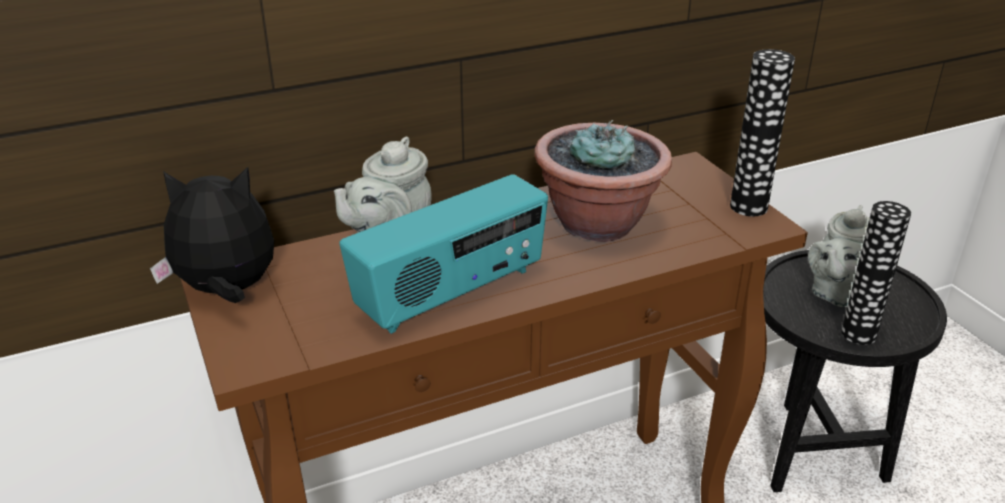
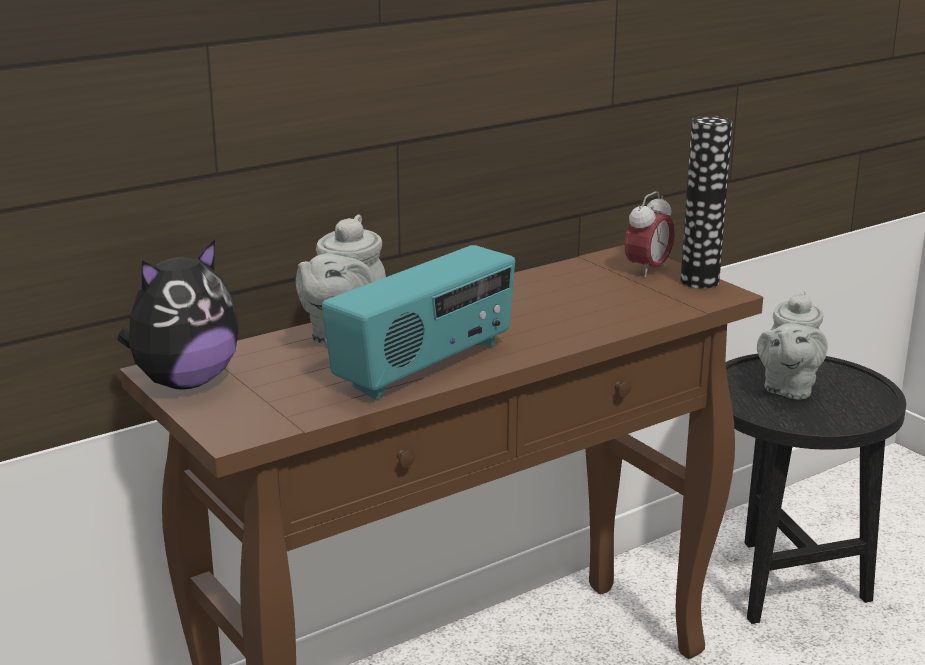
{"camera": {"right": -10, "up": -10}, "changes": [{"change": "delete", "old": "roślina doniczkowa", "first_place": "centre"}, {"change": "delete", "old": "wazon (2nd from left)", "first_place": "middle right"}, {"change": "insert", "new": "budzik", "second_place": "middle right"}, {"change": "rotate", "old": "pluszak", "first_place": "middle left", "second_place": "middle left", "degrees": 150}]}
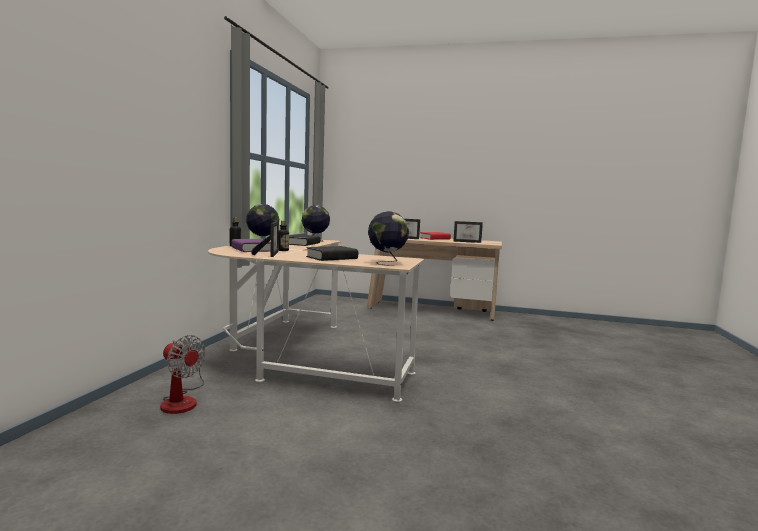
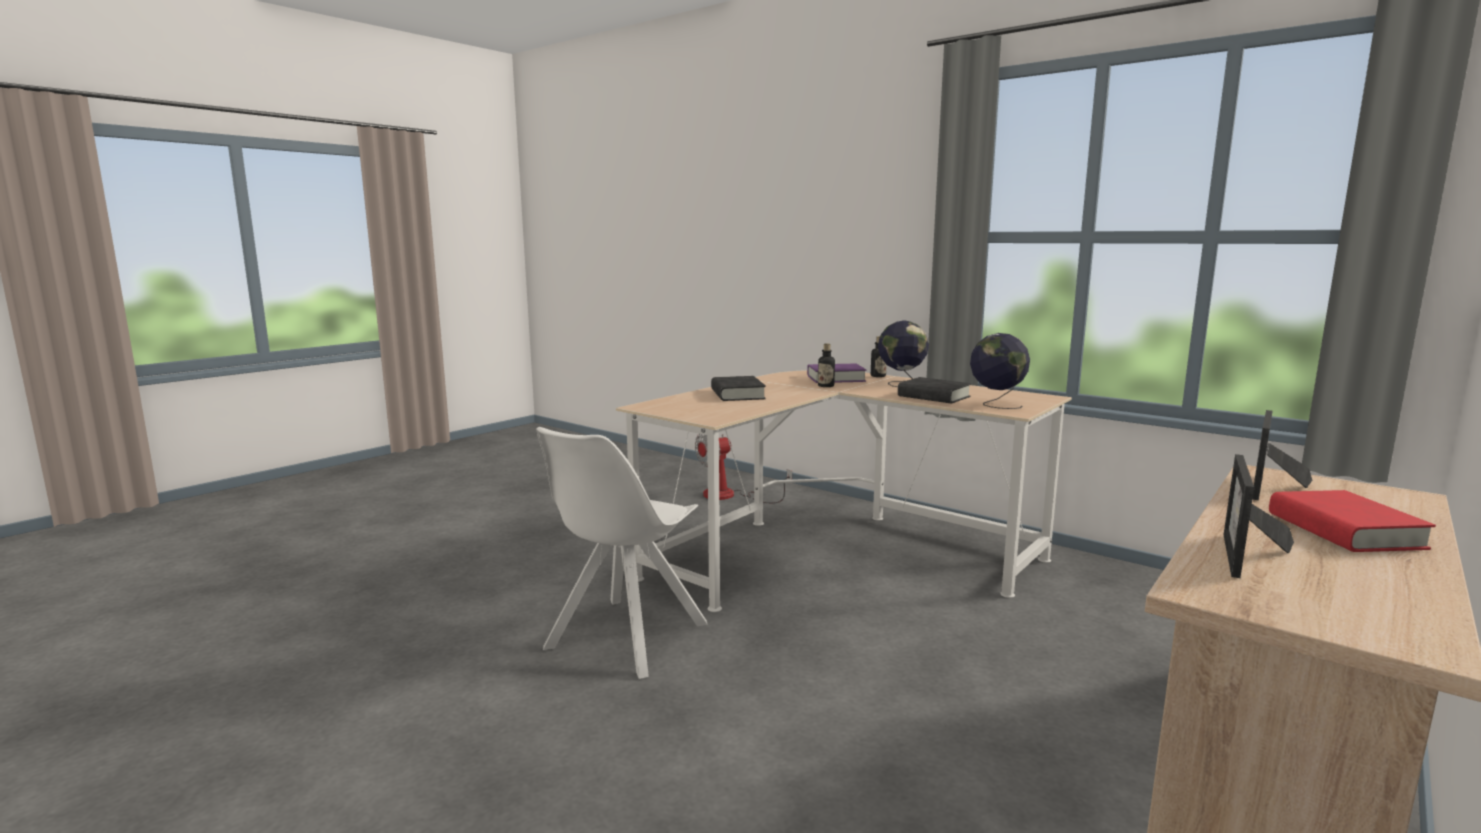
{"camera": {"right": 115, "up": 5}, "changes": [{"change": "delete", "old": "ramka na zdjęcie (1st from left)", "first_place": "centre"}, {"change": "delete", "old": "globus (3rd from left)", "first_place": "centre"}, {"change": "insert", "new": "krzesło/biały", "second_place": "centre"}]}
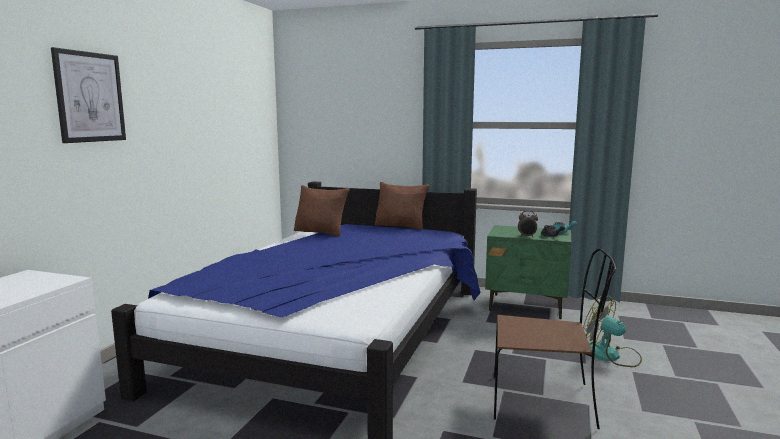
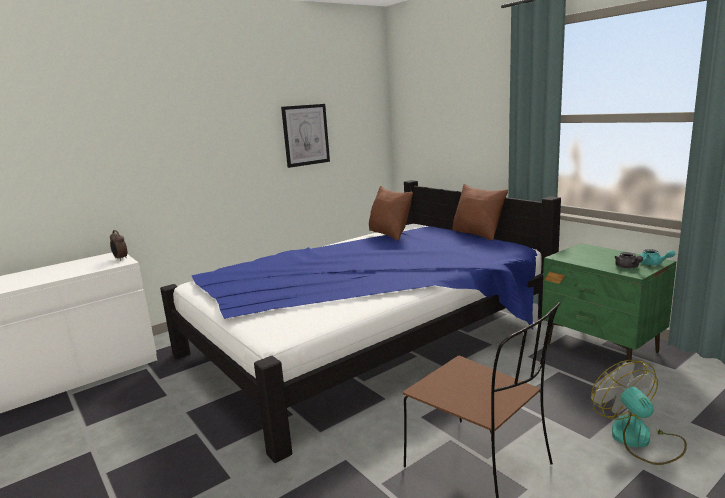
{"camera": {"right": 35, "up": 5}, "changes": [{"change": "move", "old": "obraz", "first_place": "top left", "second_place": "top centre"}, {"change": "move", "old": "budzik", "first_place": "middle right", "second_place": "middle left"}]}
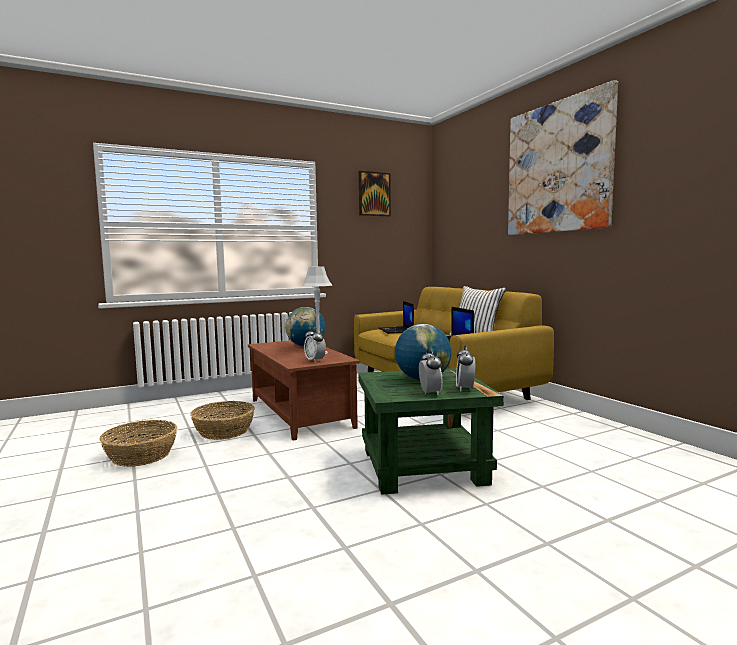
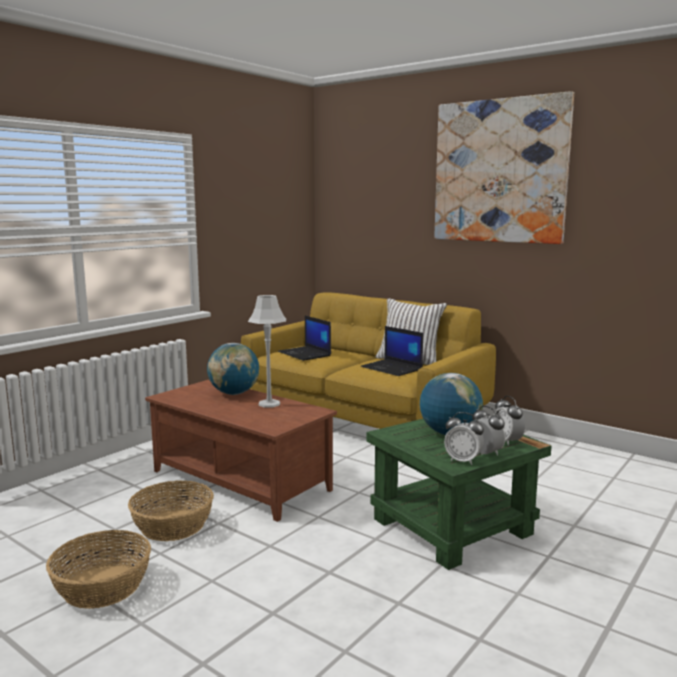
{"camera": {"right": -25, "up": 5}, "changes": [{"change": "delete", "old": "obraz (1st from left)", "first_place": "top centre"}, {"change": "move", "old": "budzik (1st from left)", "first_place": "centre", "second_place": "middle right"}]}
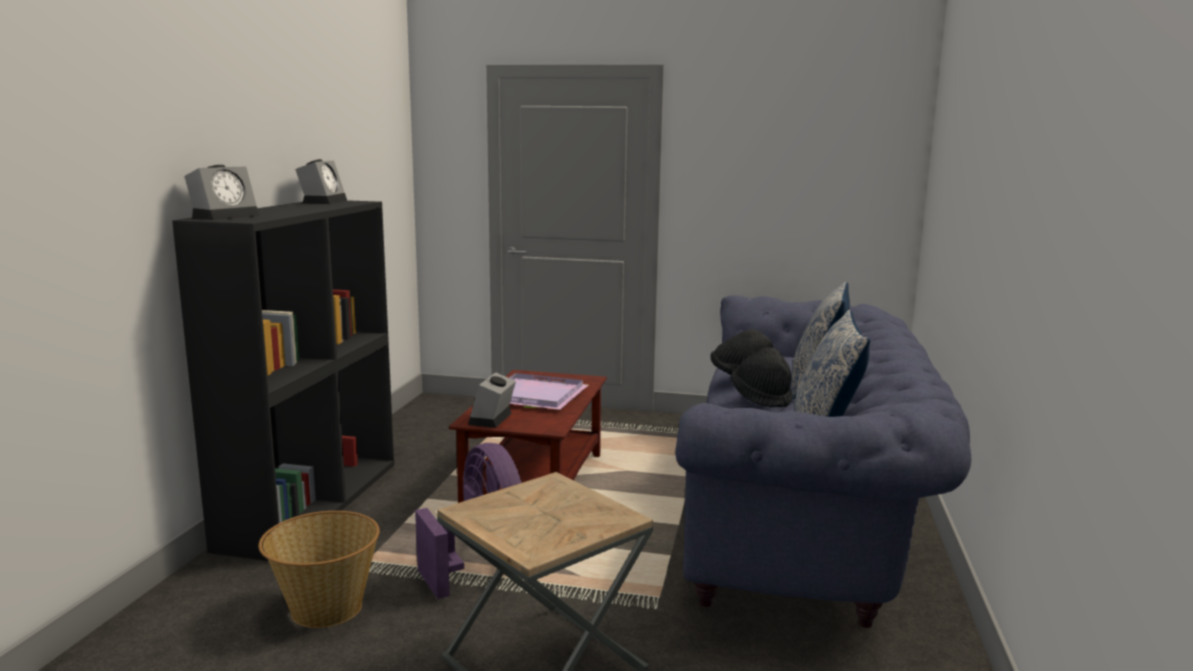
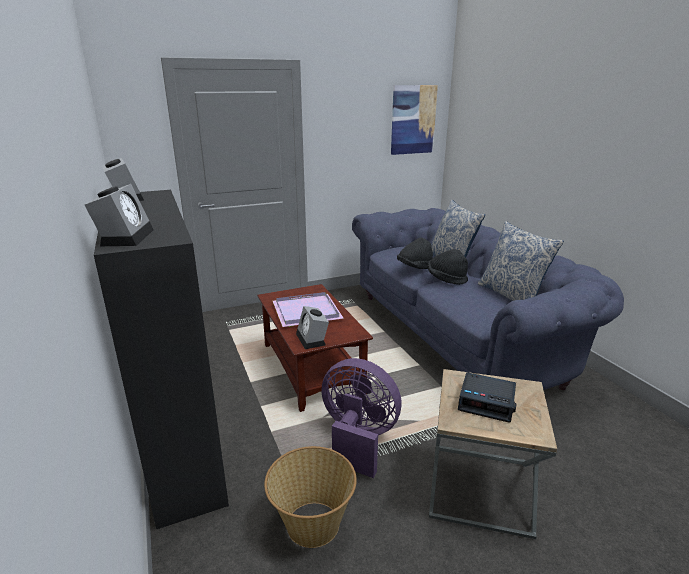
{"camera": {"right": -35, "up": 10}, "changes": [{"change": "insert", "new": "obraz", "second_place": "top centre"}, {"change": "insert", "new": "budzik (4th from left)", "second_place": "bottom right"}]}
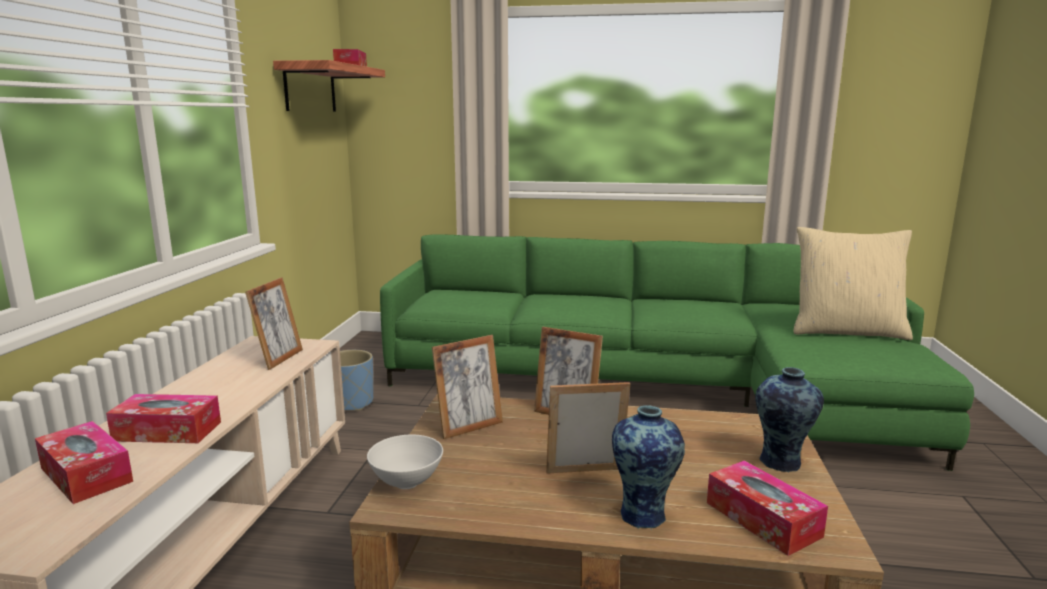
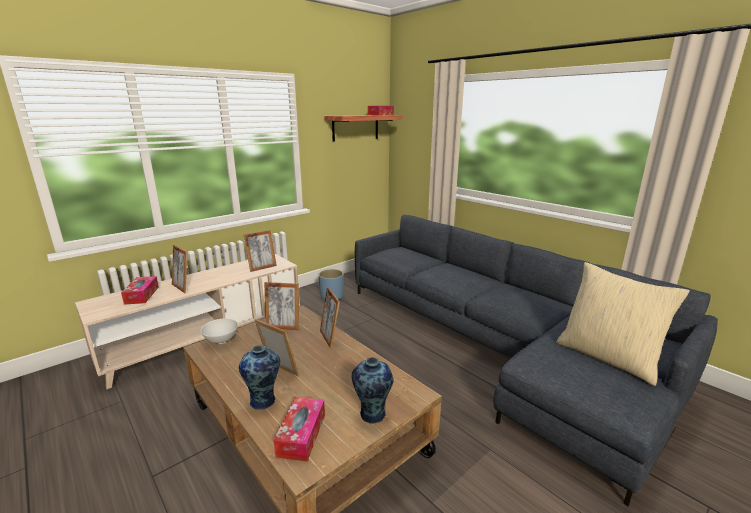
{"camera": {"right": 40, "up": 5}, "changes": [{"change": "replace", "old": "pudełko chusteczek (2nd from left)", "new": "ramka na zdjęcie (1st from left)", "first_place": "bottom left", "second_place": "middle left"}, {"change": "recolor", "old": "kanapa/zielony", "new": "kanapa/szary", "first_place": "centre", "second_place": "bottom right"}]}
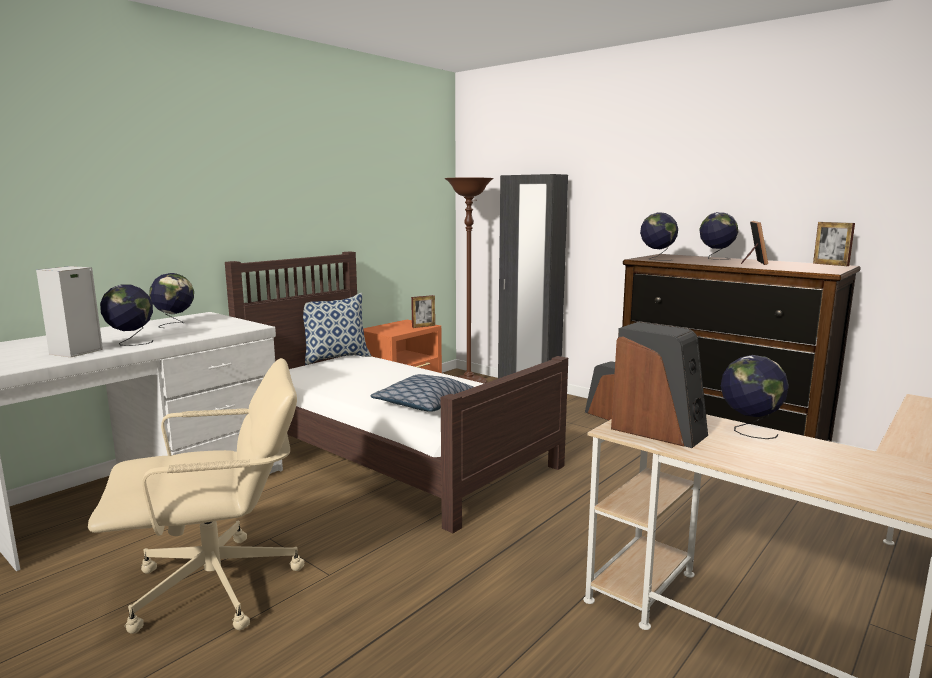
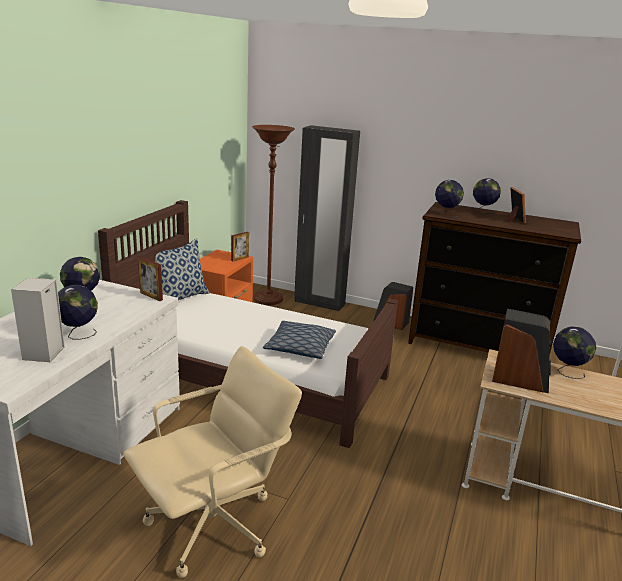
{"camera": {"right": -20, "up": 10}, "changes": [{"change": "move", "old": "ramka na zdjęcie (3rd from left in the first image)", "new": "ramka na zdjęcie (1st from left)", "first_place": "middle right", "second_place": "middle left"}]}
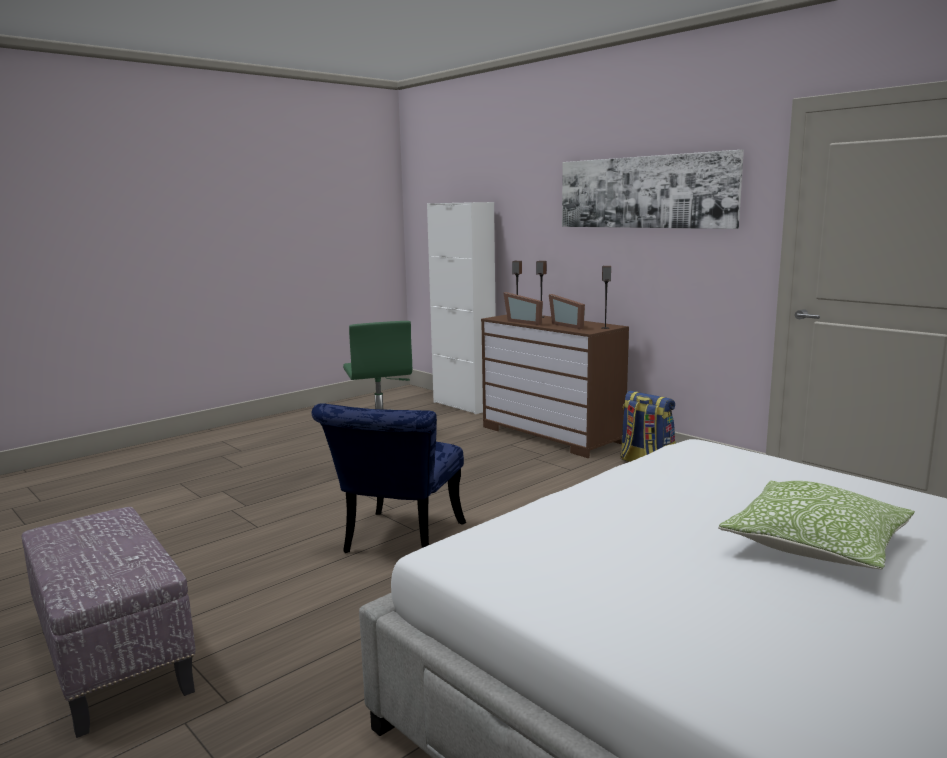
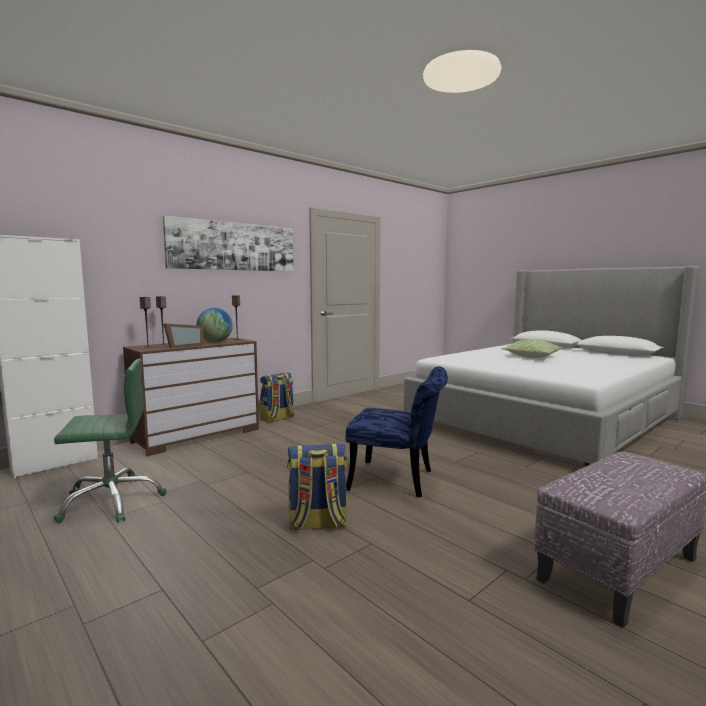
{"camera": {"right": -90, "up": -5}, "changes": [{"change": "insert", "new": "plecak (2nd from left)", "second_place": "bottom centre"}, {"change": "replace", "old": "ramka na zdjęcie (2nd from left)", "new": "globus", "first_place": "centre", "second_place": "middle left"}]}
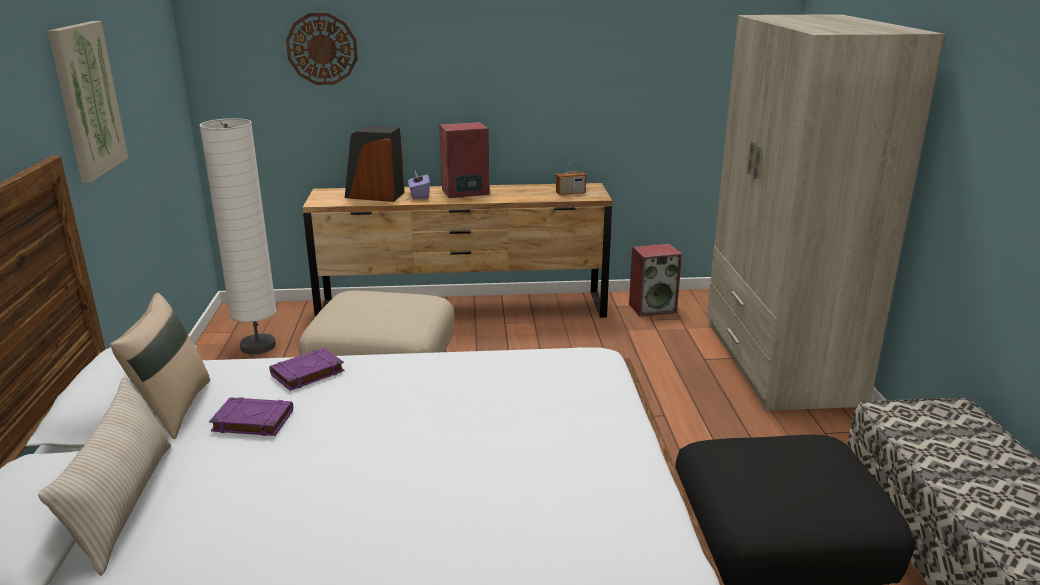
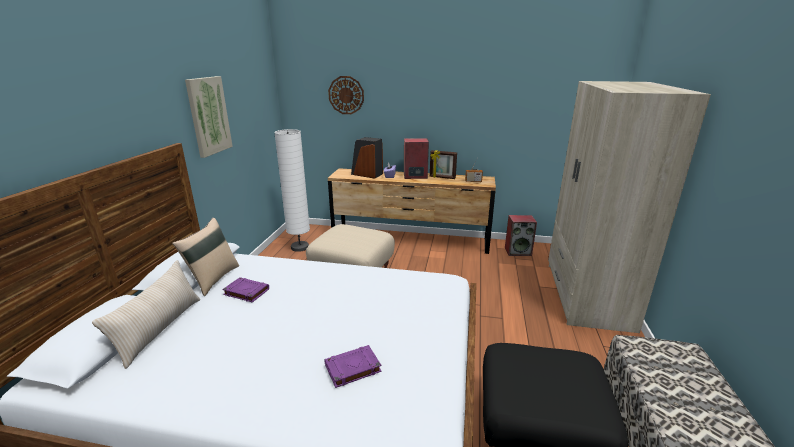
{"camera": {"right": 15, "up": 0}, "changes": [{"change": "insert", "new": "ramka na zdjęcie", "second_place": "centre"}, {"change": "move", "old": "książka/fioletowy (2nd from left)", "first_place": "middle left", "second_place": "bottom centre"}]}
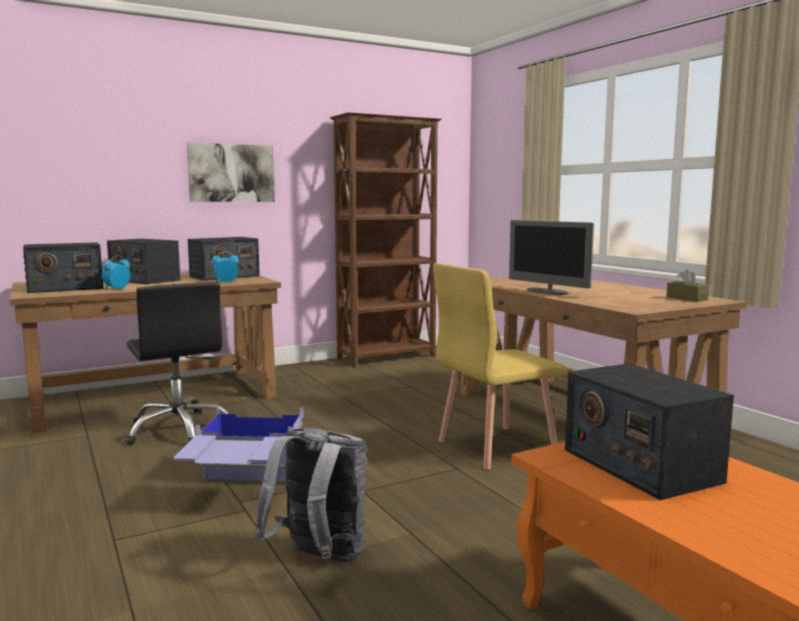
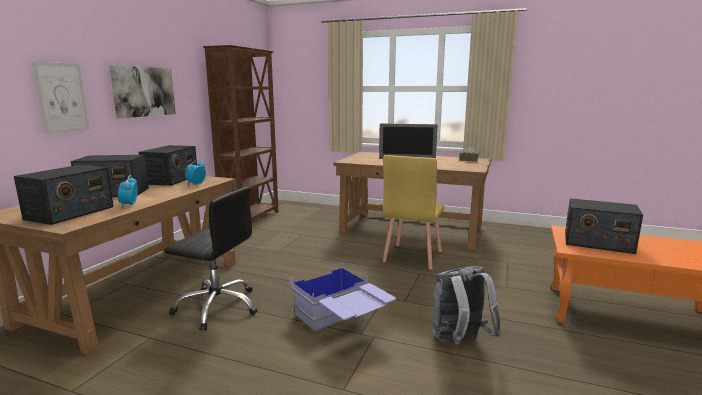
{"camera": {"right": -40, "up": 5}, "changes": [{"change": "insert", "new": "obraz (1st from left)", "second_place": "top left"}]}
